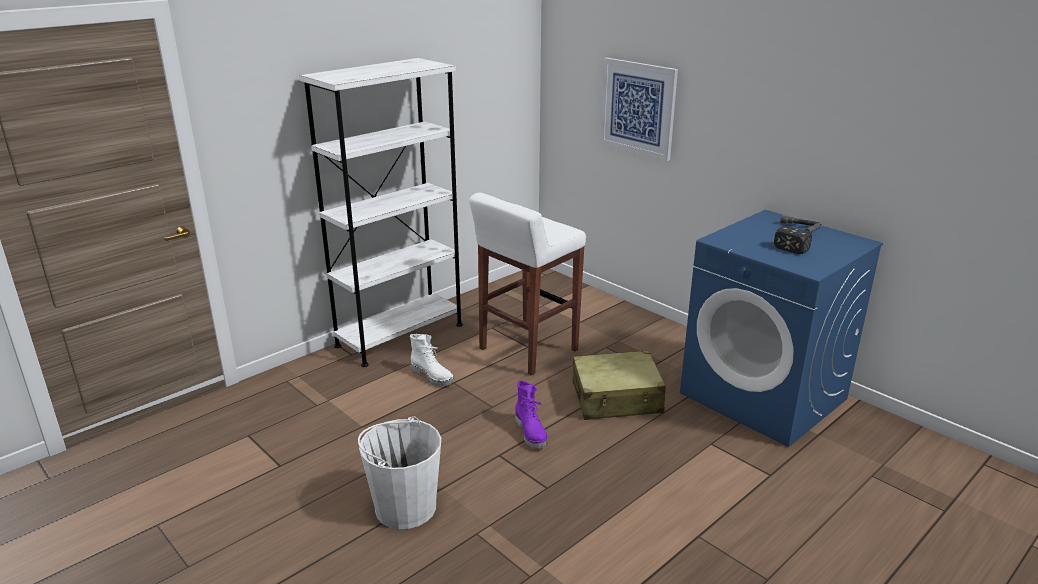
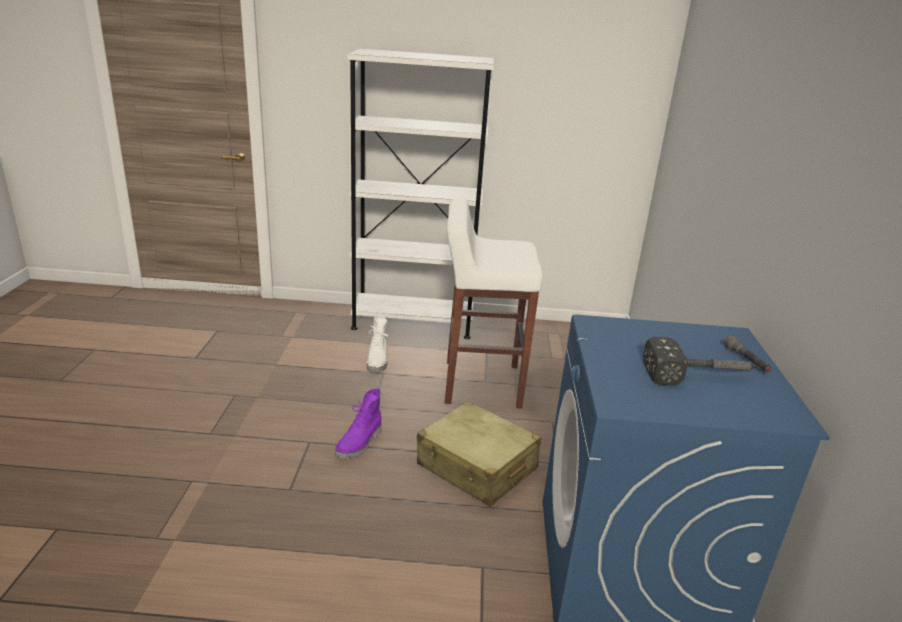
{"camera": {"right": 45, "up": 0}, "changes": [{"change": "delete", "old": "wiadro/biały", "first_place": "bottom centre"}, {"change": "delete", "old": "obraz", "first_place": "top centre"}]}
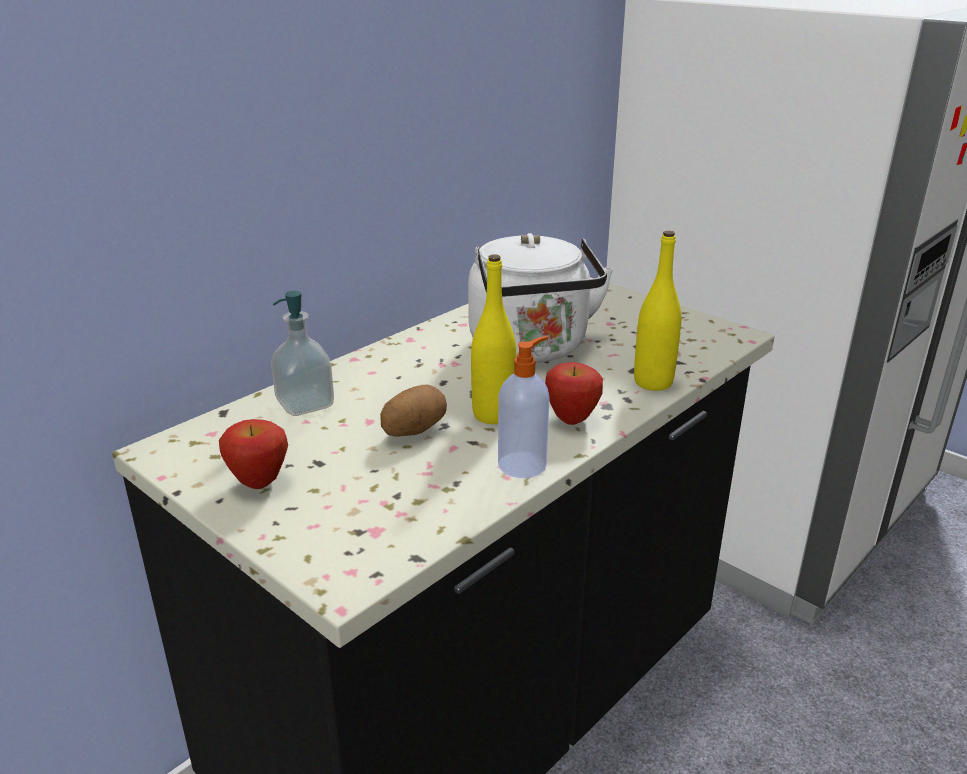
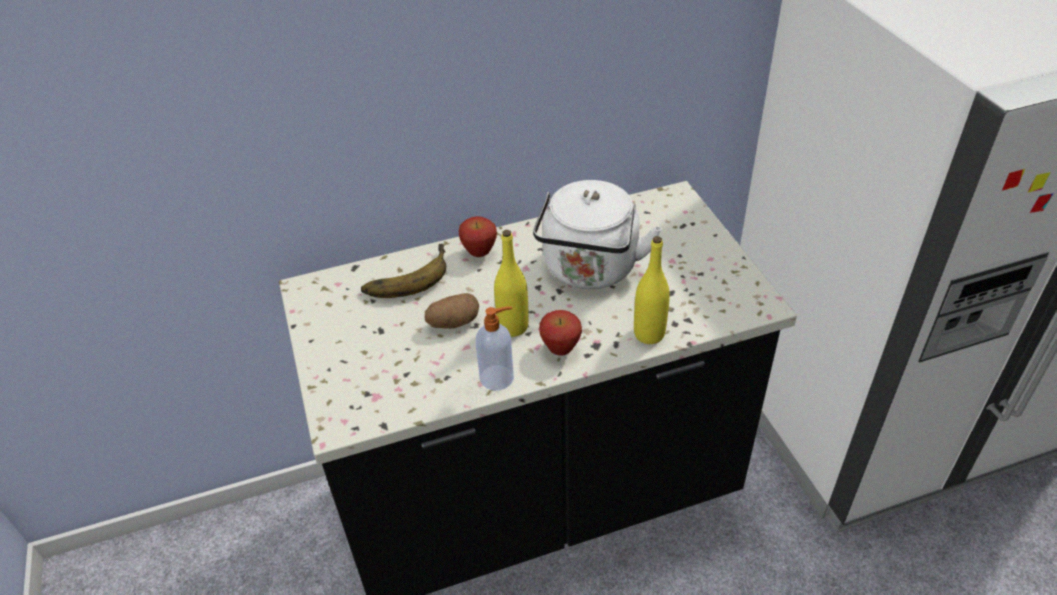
{"camera": {"right": 30, "up": 15}, "changes": [{"change": "move", "old": "jabłko (1st from left)", "first_place": "middle left", "second_place": "centre"}, {"change": "replace", "old": "dozownik mydła (1st from left)", "new": "banan", "first_place": "middle left", "second_place": "centre"}]}
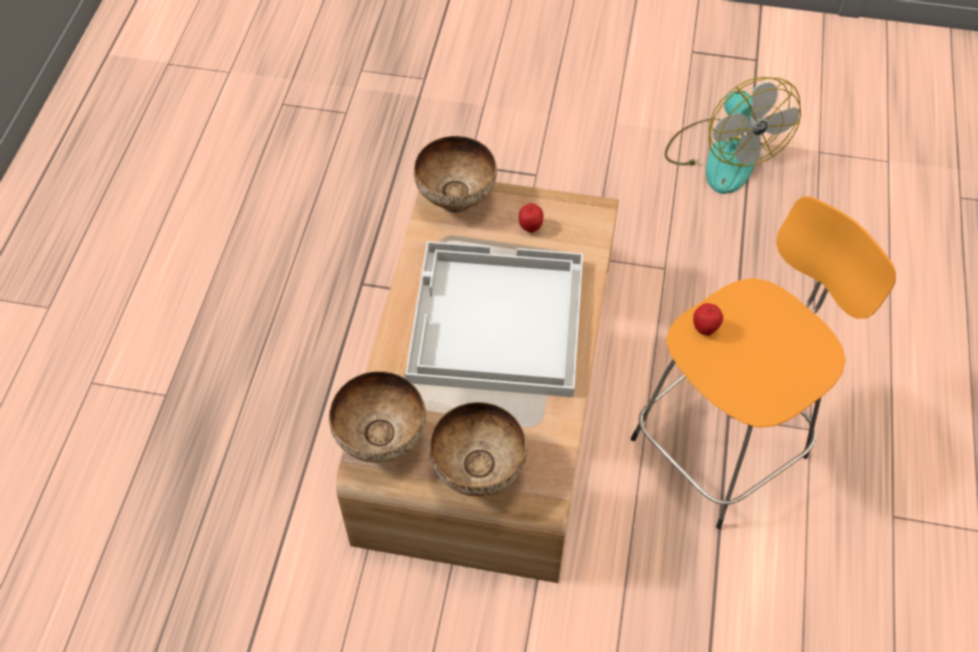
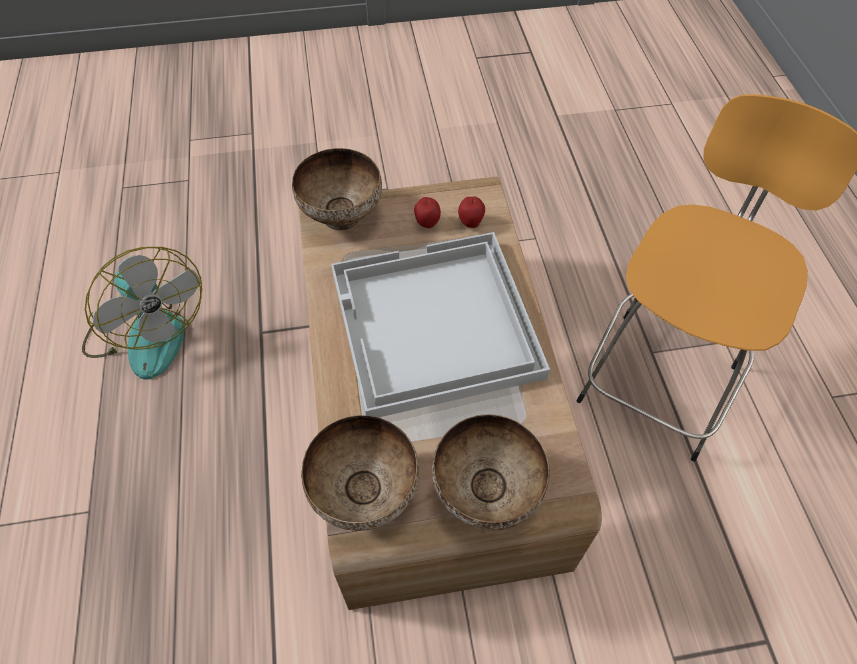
{"camera": {"right": -20, "up": 0}, "changes": [{"change": "move", "old": "wentylator", "first_place": "top right", "second_place": "middle left"}, {"change": "move", "old": "jabłko (2nd from left)", "first_place": "middle right", "second_place": "top centre"}]}
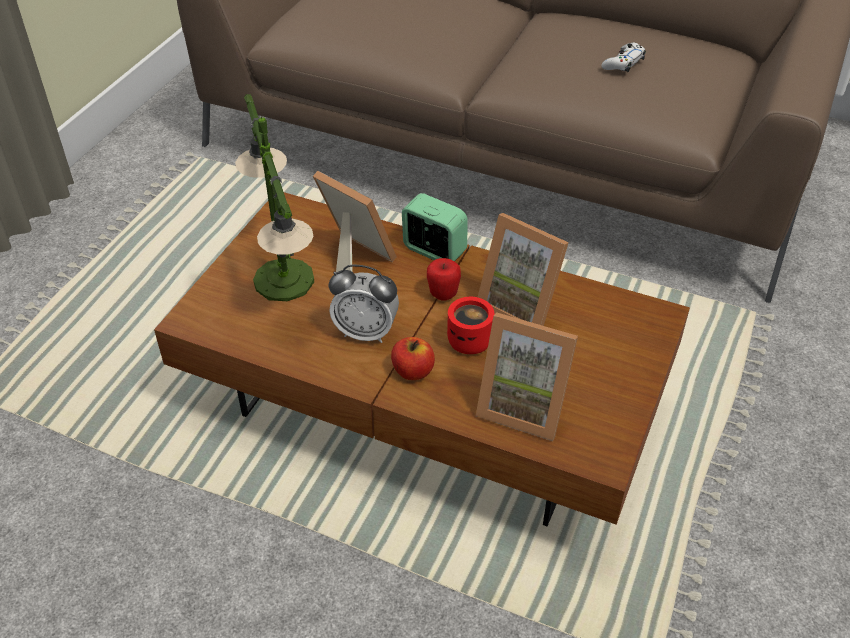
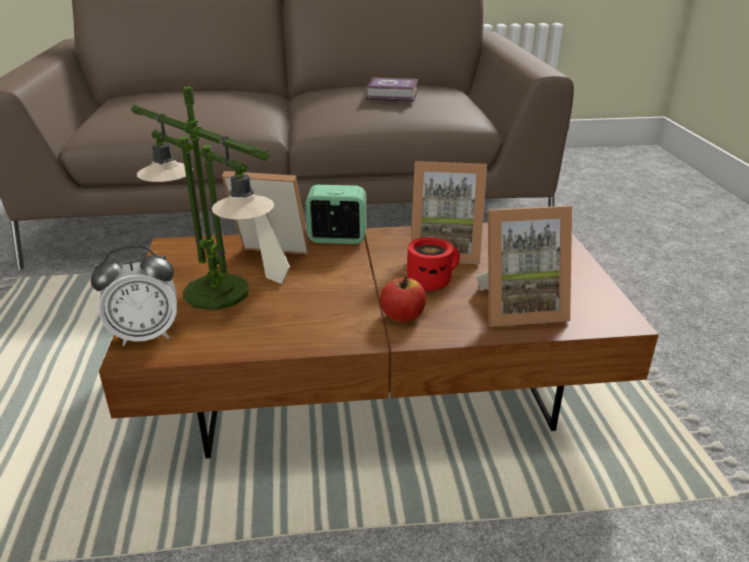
{"camera": {"right": -30, "up": -15}, "changes": [{"change": "delete", "old": "jabłko (2nd from left)", "first_place": "centre"}, {"change": "move", "old": "budzik (1st from left)", "first_place": "centre", "second_place": "middle left"}, {"change": "replace", "old": "pad do gier/biały", "new": "książka", "first_place": "top right", "second_place": "top centre"}]}
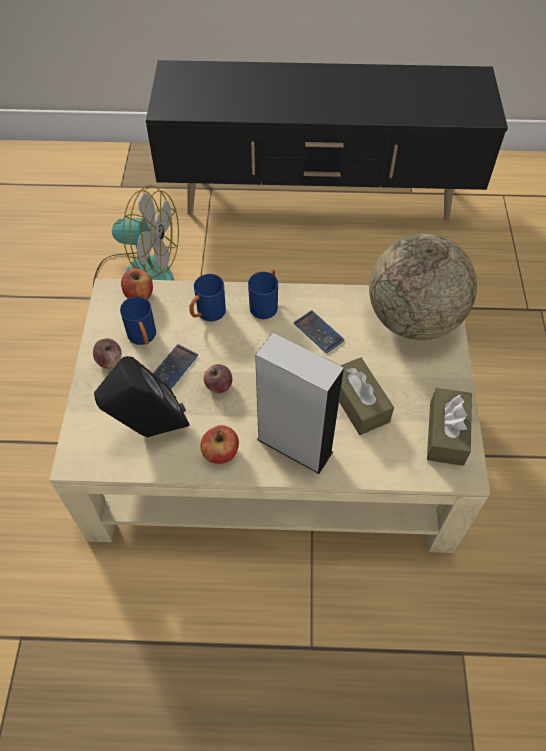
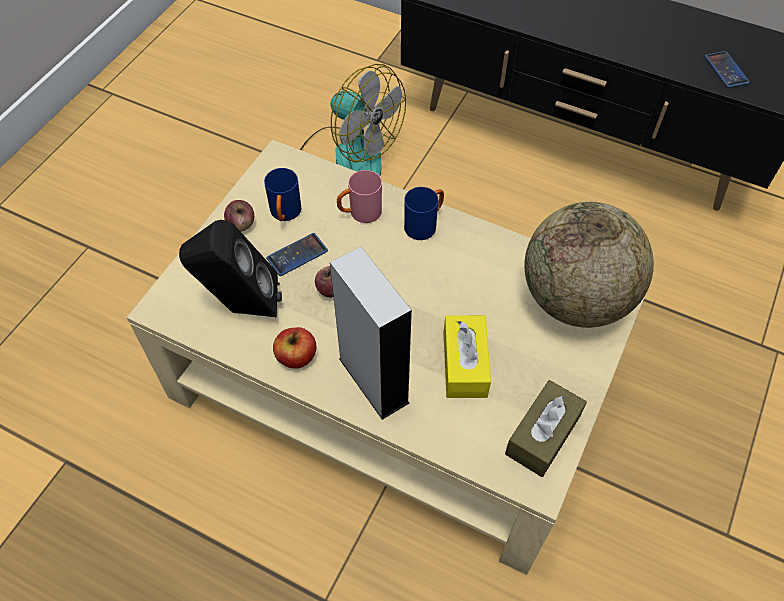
{"camera": {"right": 25, "up": 0}, "changes": [{"change": "delete", "old": "jabłko (2nd from left)", "first_place": "middle left"}, {"change": "move", "old": "telefon (2nd from left)", "first_place": "centre", "second_place": "top right"}, {"change": "recolor", "old": "kubek/niebieski (2nd from left)", "new": "kubek/różowy", "first_place": "centre", "second_place": "top centre"}, {"change": "recolor", "old": "pudełko chusteczek/brązowy (1st from left)", "new": "pudełko chusteczek/żółty", "first_place": "middle right", "second_place": "centre"}]}
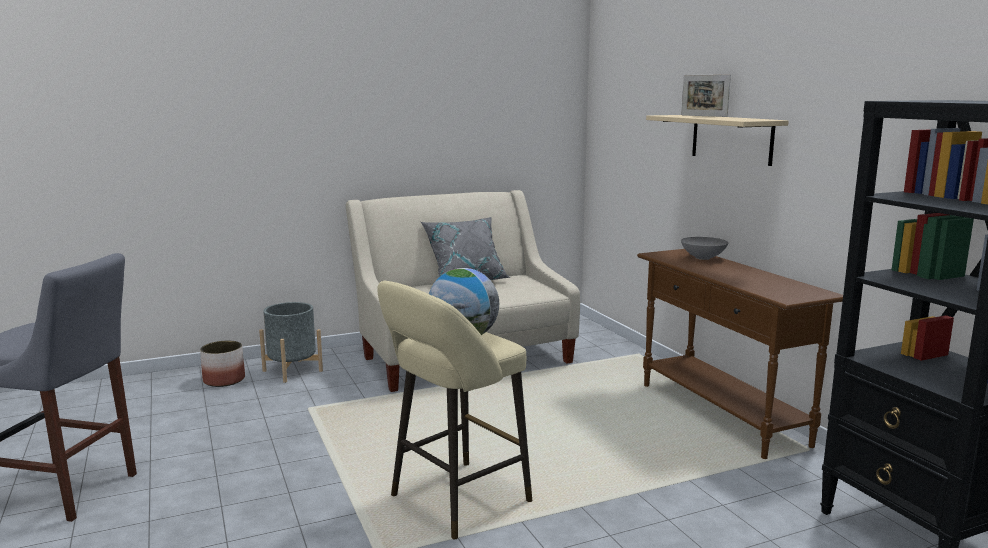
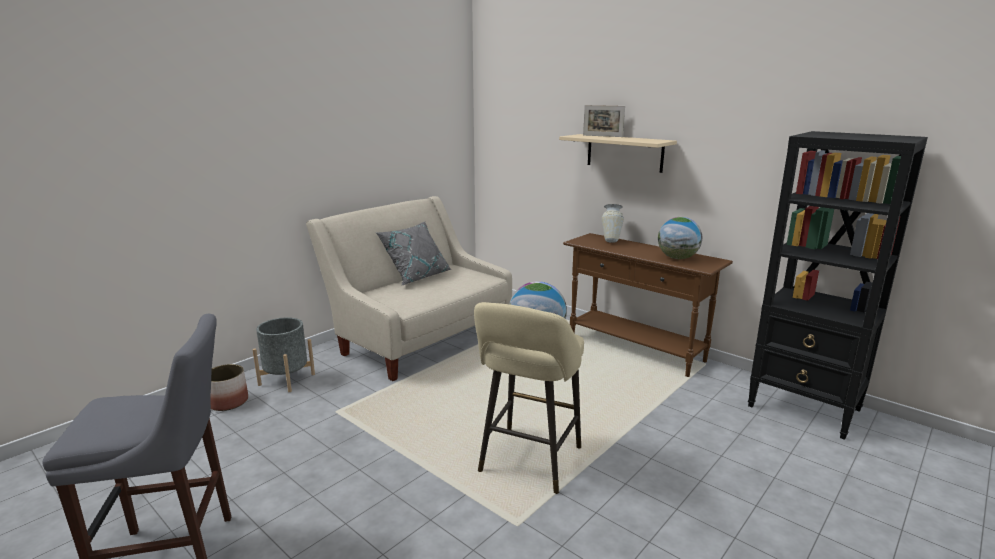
{"camera": {"right": -25, "up": 5}, "changes": [{"change": "insert", "new": "globus (2nd from left)", "second_place": "middle right"}, {"change": "replace", "old": "miska/szary", "new": "wazon", "first_place": "middle right", "second_place": "centre"}]}
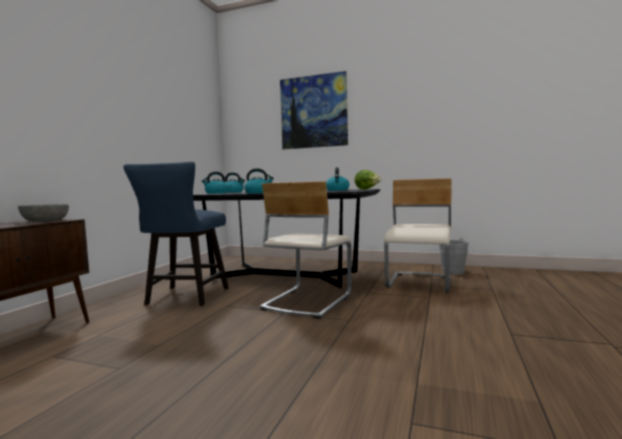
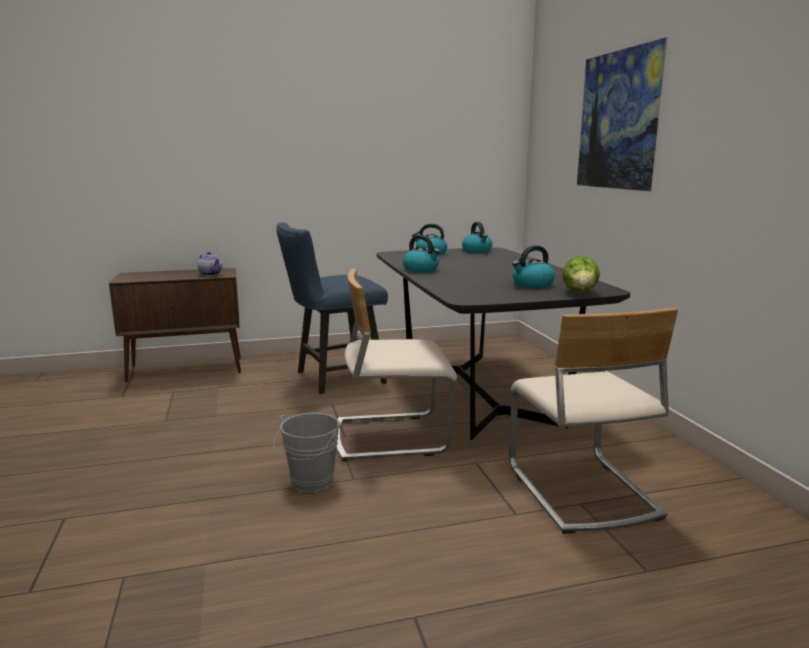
{"camera": {"right": 55, "up": 10}, "changes": [{"change": "move", "old": "wiadro/szary", "first_place": "middle right", "second_place": "bottom centre"}, {"change": "replace", "old": "miska/szary", "new": "imbryk", "first_place": "middle left", "second_place": "middle left"}, {"change": "rotate", "old": "krzesło/beżowy (2nd from left)", "first_place": "middle right", "second_place": "middle right", "degrees": 90}]}
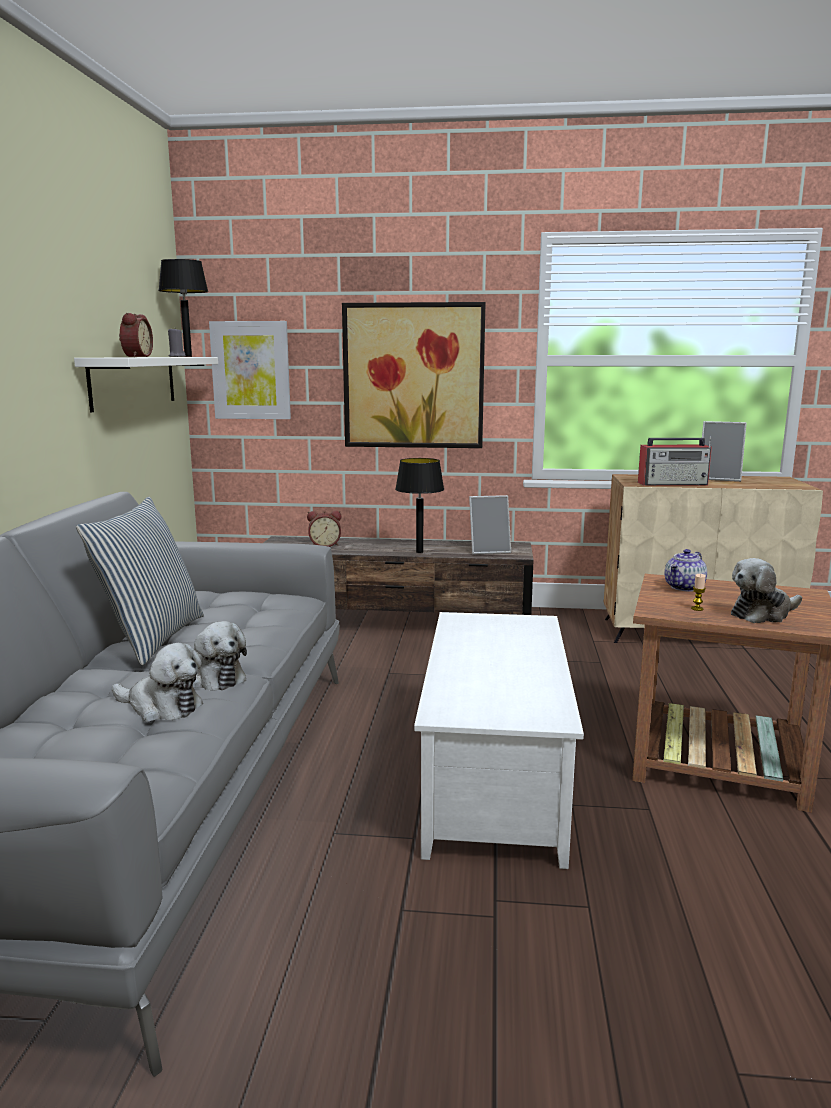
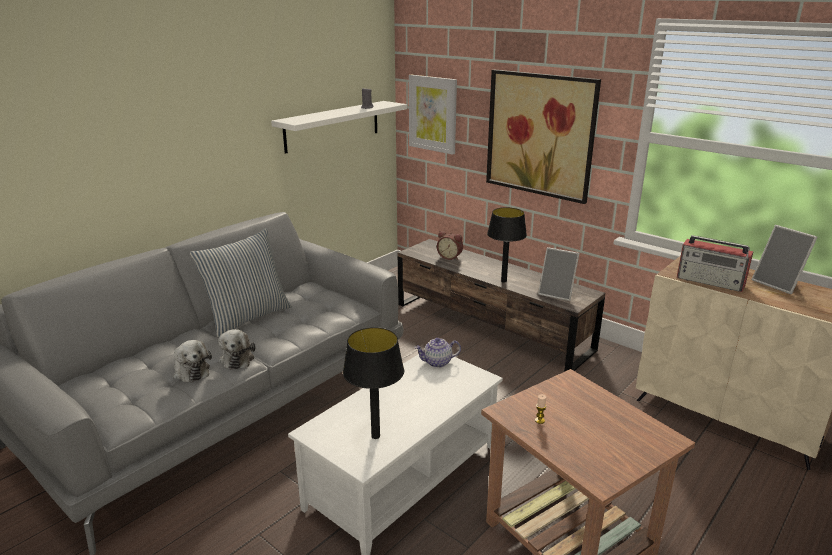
{"camera": {"right": 35, "up": 10}, "changes": [{"change": "delete", "old": "budzik (1st from left)", "first_place": "top left"}, {"change": "delete", "old": "pluszak (3rd from left)", "first_place": "middle right"}, {"change": "move", "old": "lampa stołowa/czarny (1st from left)", "first_place": "top left", "second_place": "bottom centre"}, {"change": "move", "old": "imbryk", "first_place": "middle right", "second_place": "centre"}]}
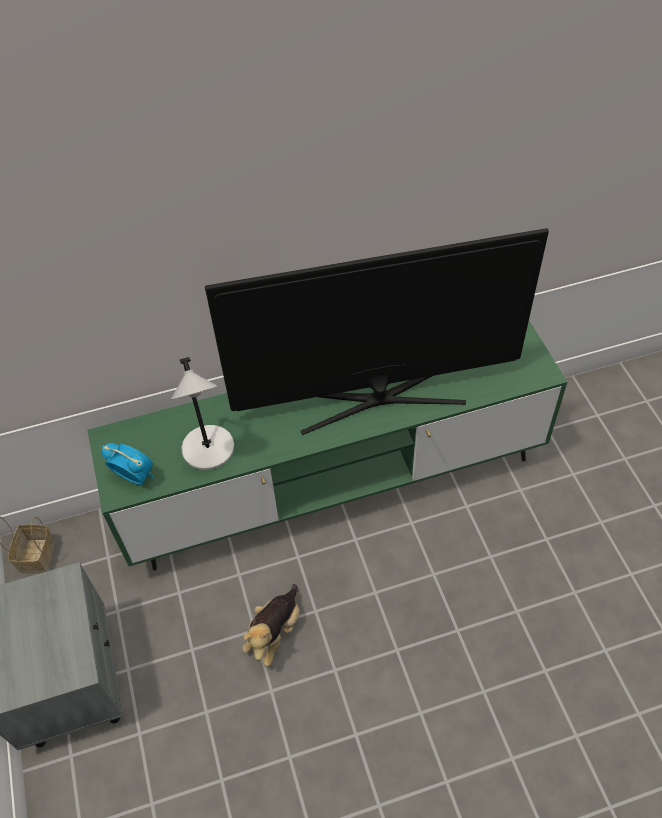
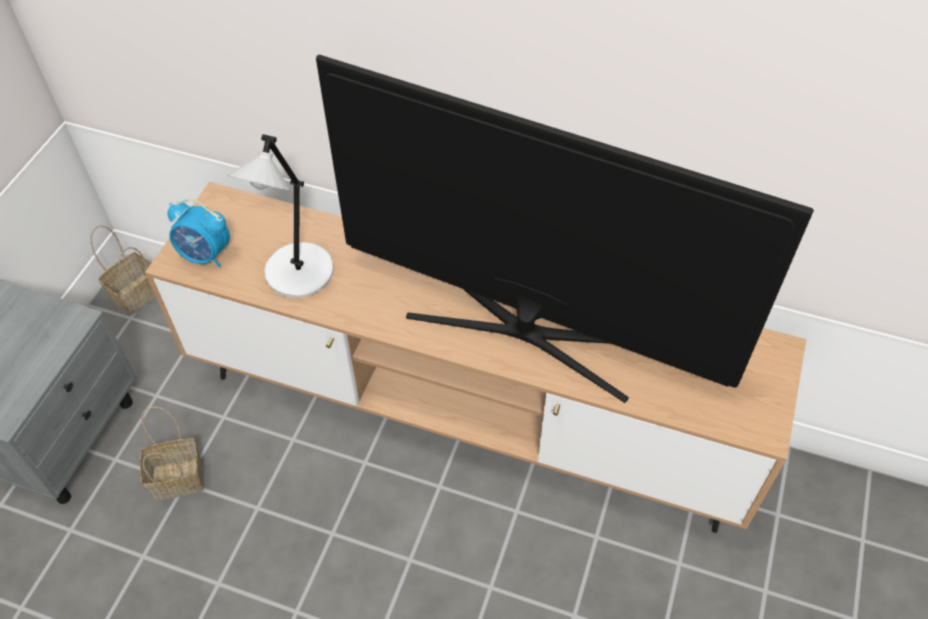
{"camera": {"right": 35, "up": 0}, "changes": [{"change": "delete", "old": "pluszak", "first_place": "bottom centre"}, {"change": "insert", "new": "koszyk (2nd from left)", "second_place": "bottom left"}, {"change": "recolor", "old": "szafka pod telewizor/zielony", "new": "szafka pod telewizor/brązowy", "first_place": "centre", "second_place": "centre"}, {"change": "rotate", "old": "budzik", "first_place": "middle left", "second_place": "middle left", "degrees": 135}]}
